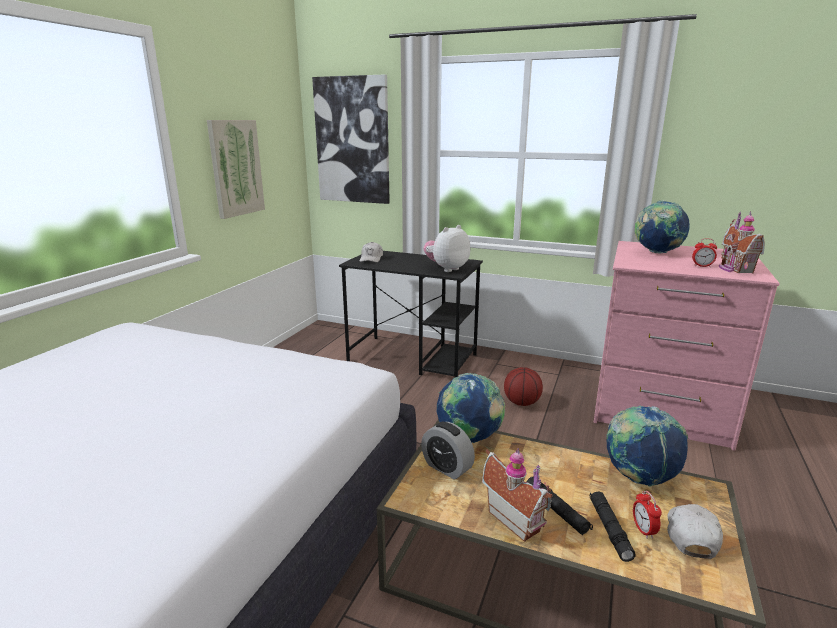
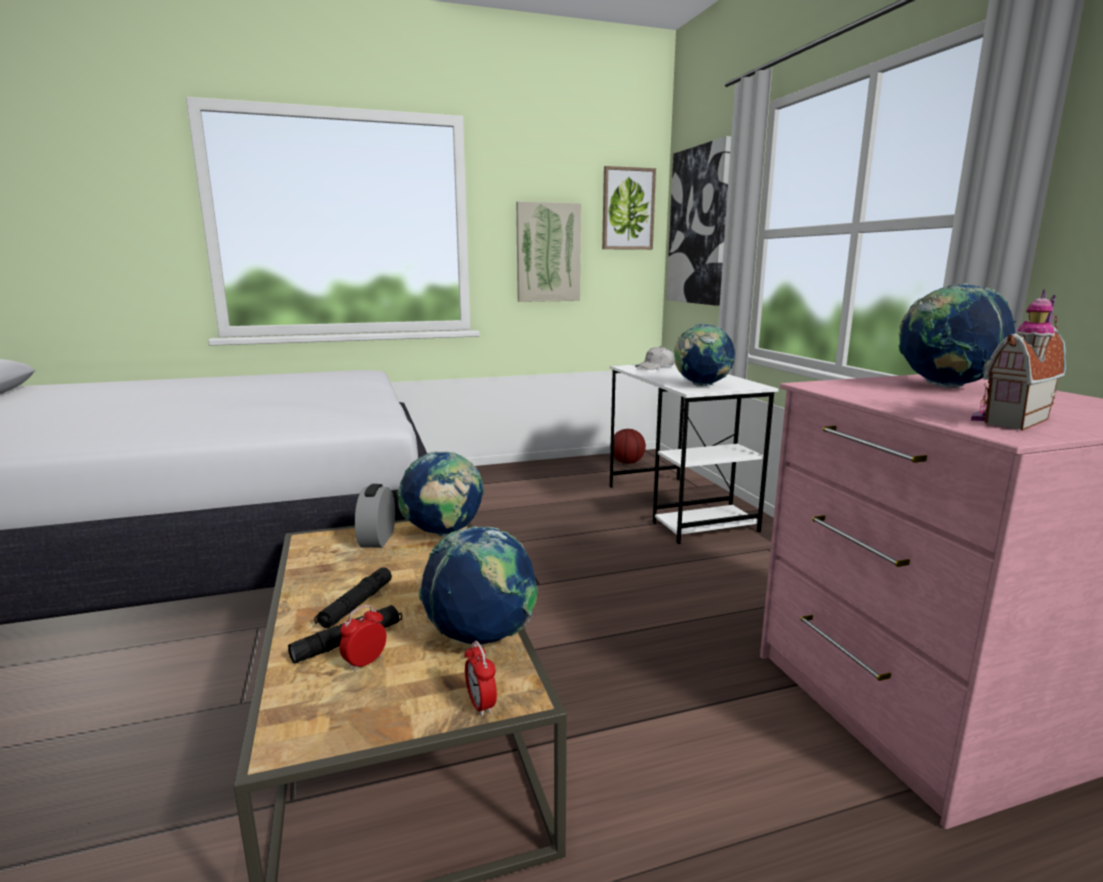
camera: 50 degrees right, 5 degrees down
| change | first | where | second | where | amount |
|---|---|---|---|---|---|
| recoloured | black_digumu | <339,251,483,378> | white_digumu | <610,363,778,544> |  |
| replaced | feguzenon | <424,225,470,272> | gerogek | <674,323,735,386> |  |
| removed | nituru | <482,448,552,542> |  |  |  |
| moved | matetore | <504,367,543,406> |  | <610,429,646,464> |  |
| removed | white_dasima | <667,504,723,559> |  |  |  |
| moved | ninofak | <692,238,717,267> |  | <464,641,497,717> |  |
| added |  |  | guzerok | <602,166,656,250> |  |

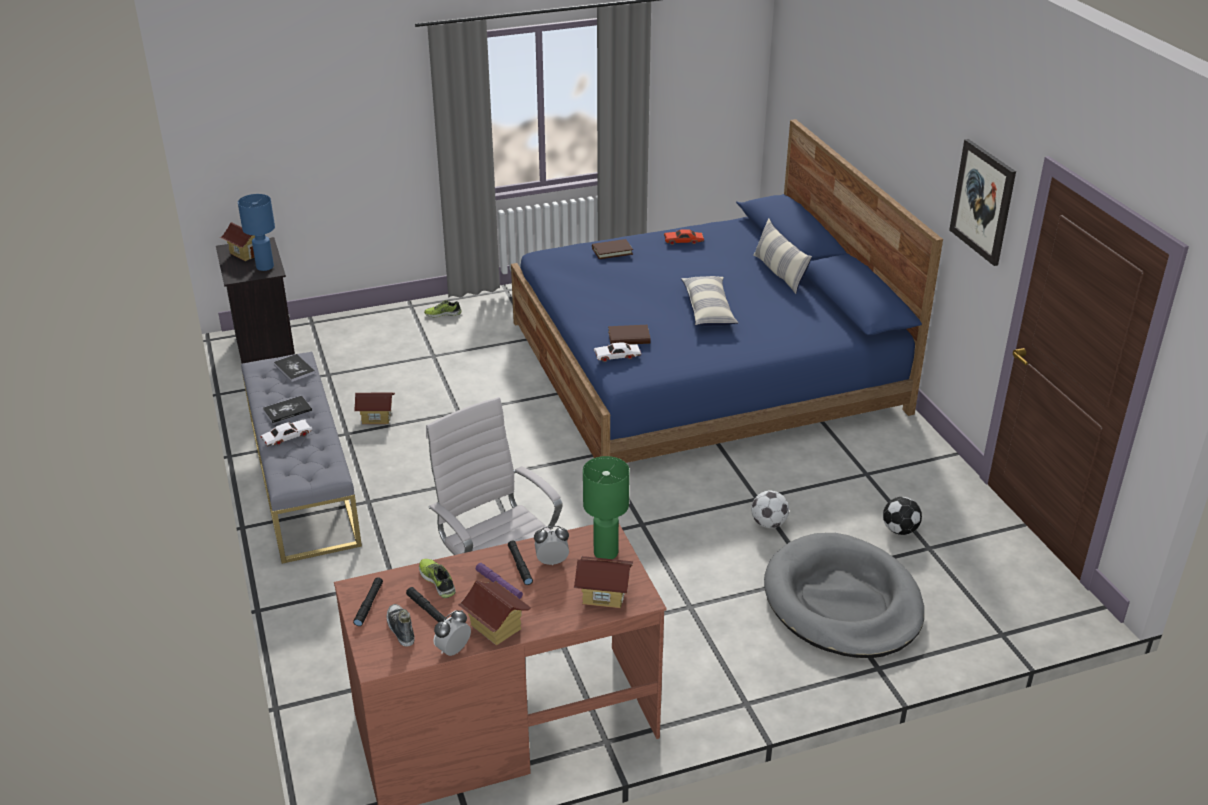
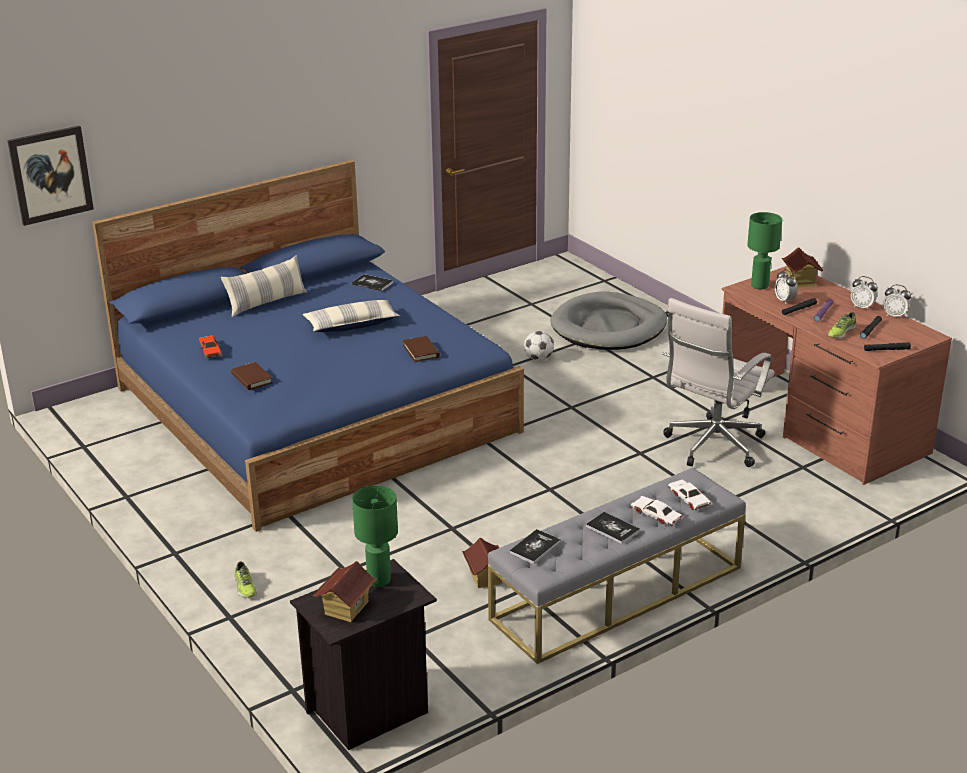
camera: 105 degrees left, 5 degrees down
| change | first | where | second | where | amount |
|---|---|---|---|---|---|
| recoloured | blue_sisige | <238,194,275,271> | green_sisige | <352,485,398,587> |  |
| removed | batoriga | <387,604,415,647> |  |  |  |
| replaced | nituru | <458,580,531,645> | ninofak | <851,276,878,310> |  |
| moved | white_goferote | <594,342,641,362> |  | <668,480,711,510> |  |
| removed | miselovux | <883,497,922,535> |  |  |  |
| moved | guzerok | <949,139,1016,266> |  | <7,126,94,226> |  |
| added |  |  | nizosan | <352,274,393,291> |  |

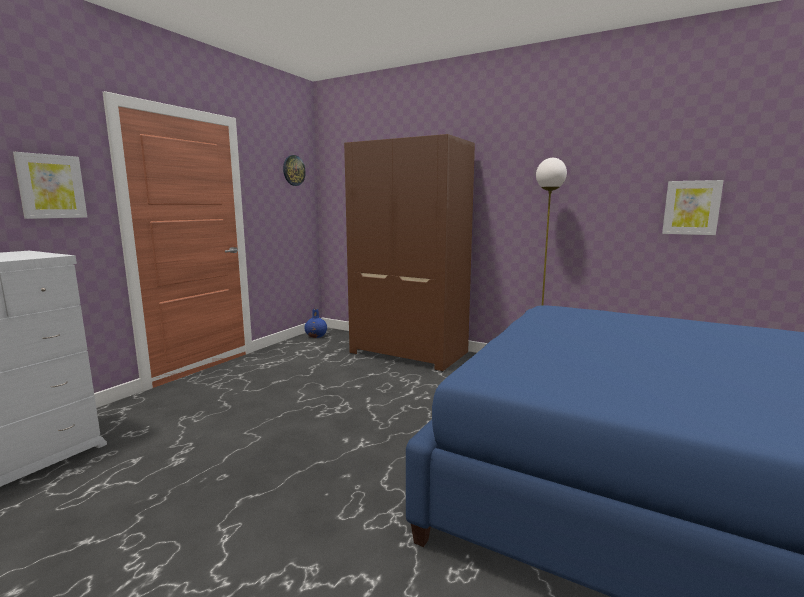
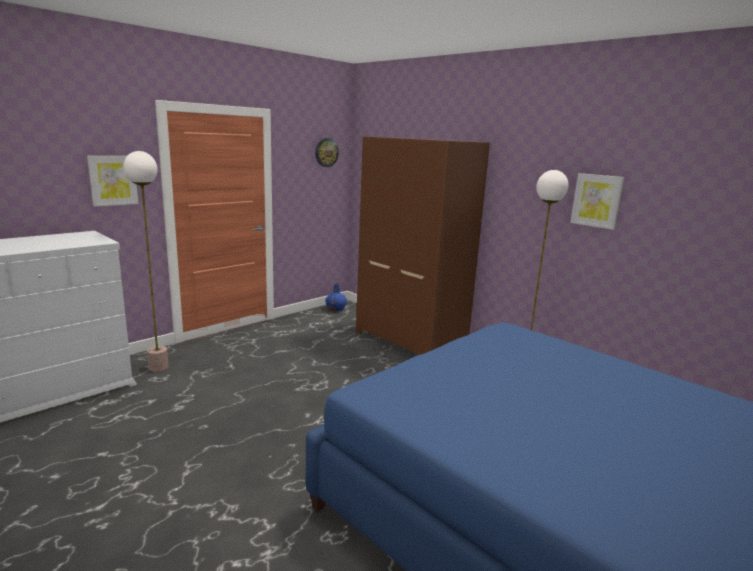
camera: 15 degrees right, 5 degrees up
| change | first | where | second | where | amount |
|---|---|---|---|---|---|
| moved | guzerok | <662,180,724,235> |  | <570,173,624,230> |  |
| added |  |  | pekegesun | <123,151,169,372> |  |

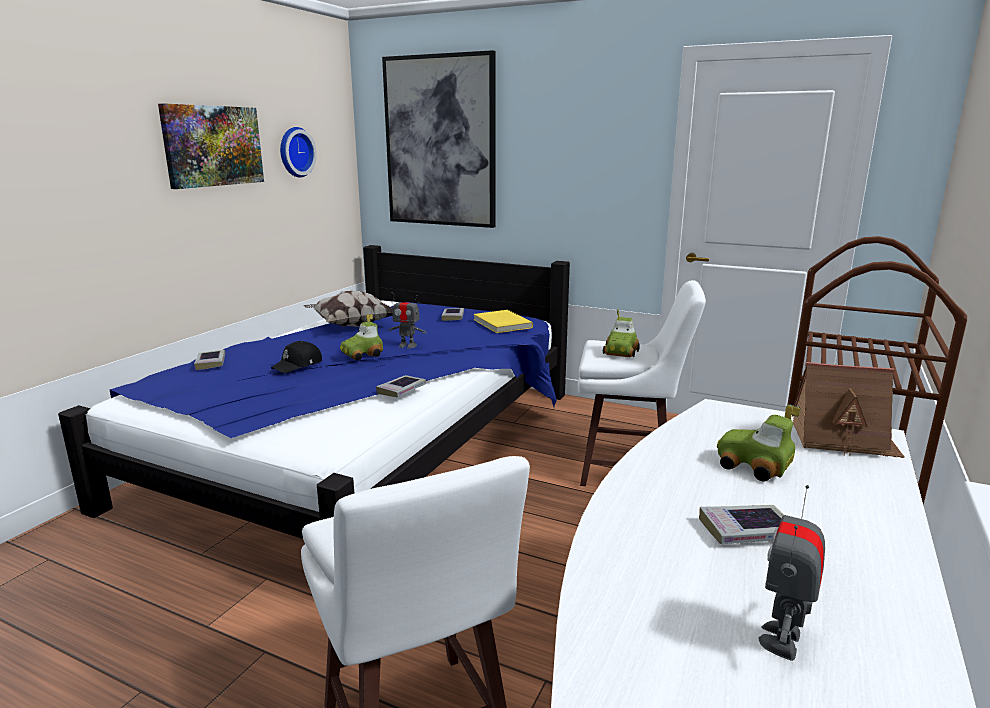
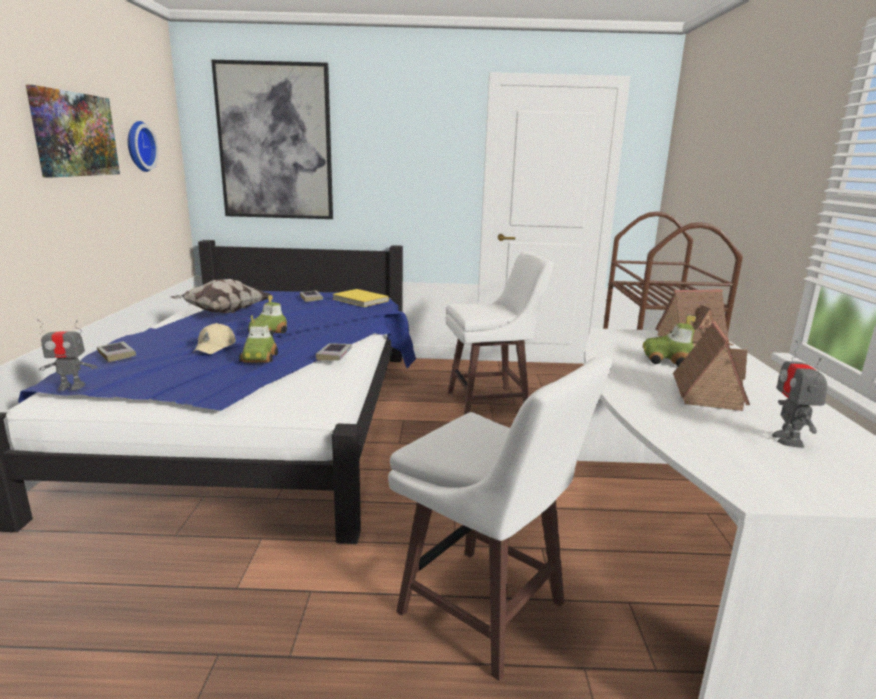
camera: 25 degrees left, 0 degrees up
| change | first | where | second | where | amount |
|---|---|---|---|---|---|
| recoloured | black_dasima | <271,341,322,373> | beige_dasima | <193,323,236,354> |  |
| moved | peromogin | <388,292,426,348> |  | <37,319,97,391> |  |
| moved | goferote | <603,309,640,357> |  | <239,315,278,362> |  |
| replaced | nizosan | <699,505,784,544> | nituru | <673,321,750,411> |  |

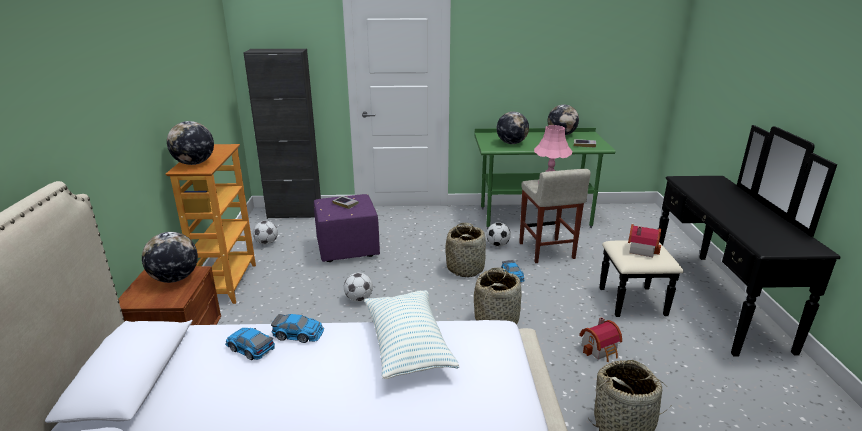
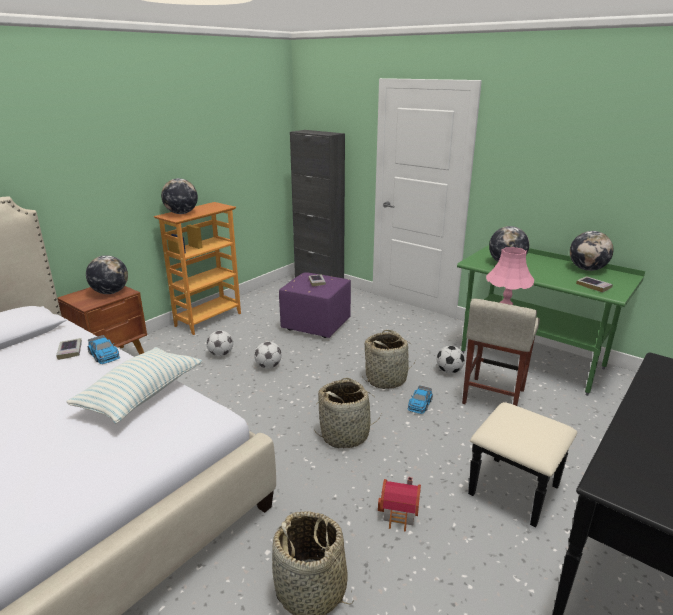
camera: 40 degrees right, 0 degrees up
| change | first | where | second | where | amount |
|---|---|---|---|---|---|
| replaced | goferote | <225,328,275,360> | nizosan | <56,338,82,360> |  |
| moved | miselovux | <253,221,278,245> |  | <206,330,233,357> |  |
| removed | nituru | <628,224,661,257> |  |  |  |

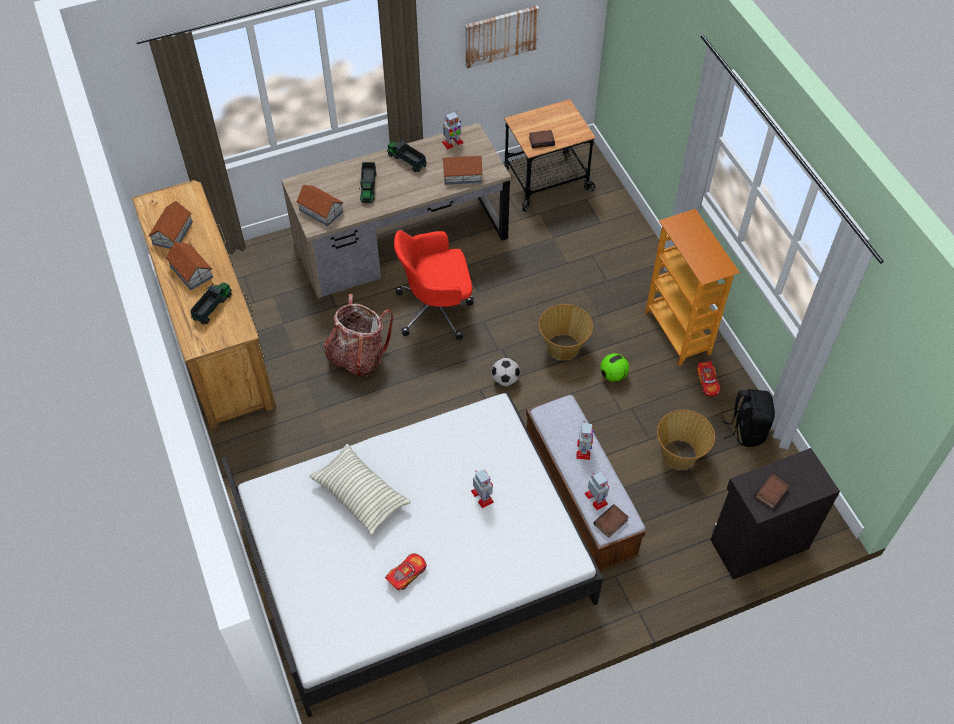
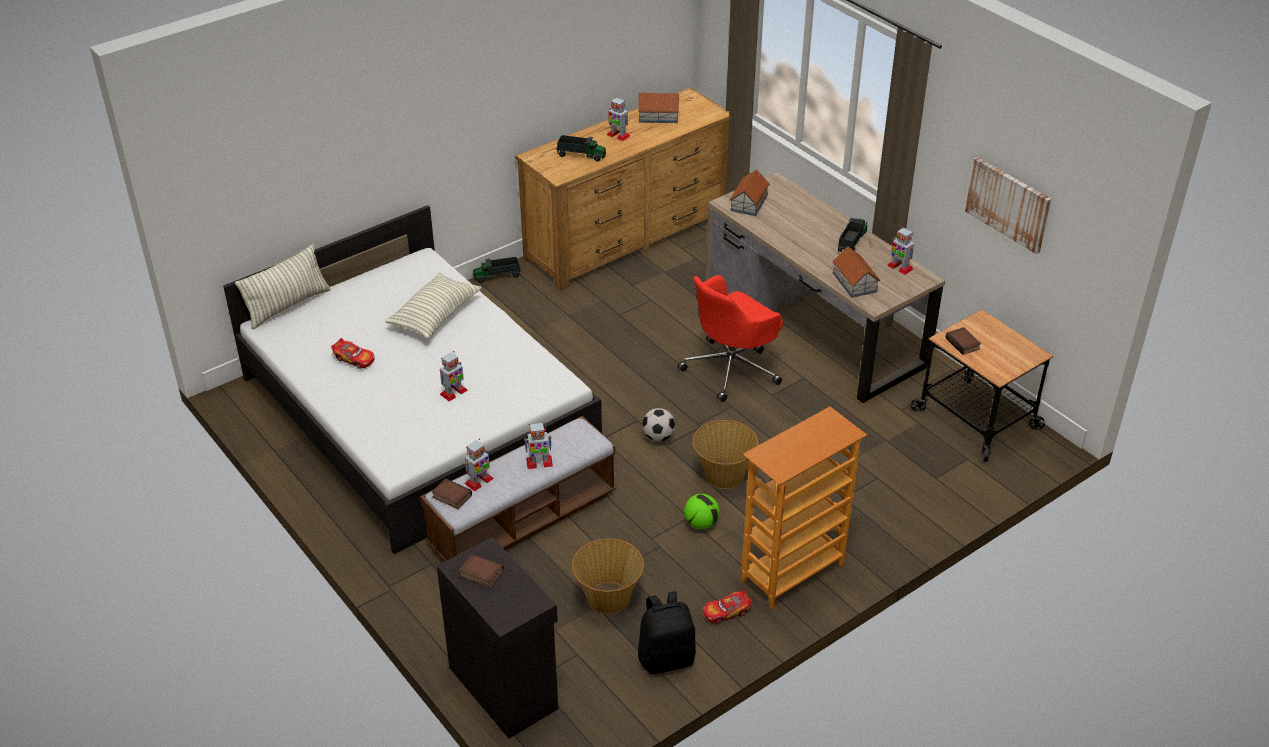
camera: 75 degrees right, 15 degrees down
| change | first | where | second | where | amount |
|---|---|---|---|---|---|
| replaced | nituru | <166,242,213,290> | peromogin | <607,97,630,141> |  |
| removed | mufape | <324,294,393,378> |  |  |  |
| moved | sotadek | <359,162,377,203> |  | <473,257,521,283> |  |
| turned | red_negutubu | <394,230,473,340> |  | <677,275,783,402> | 105 degrees counterclockwise |
| added |  |  | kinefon | <235,244,331,329> |  |

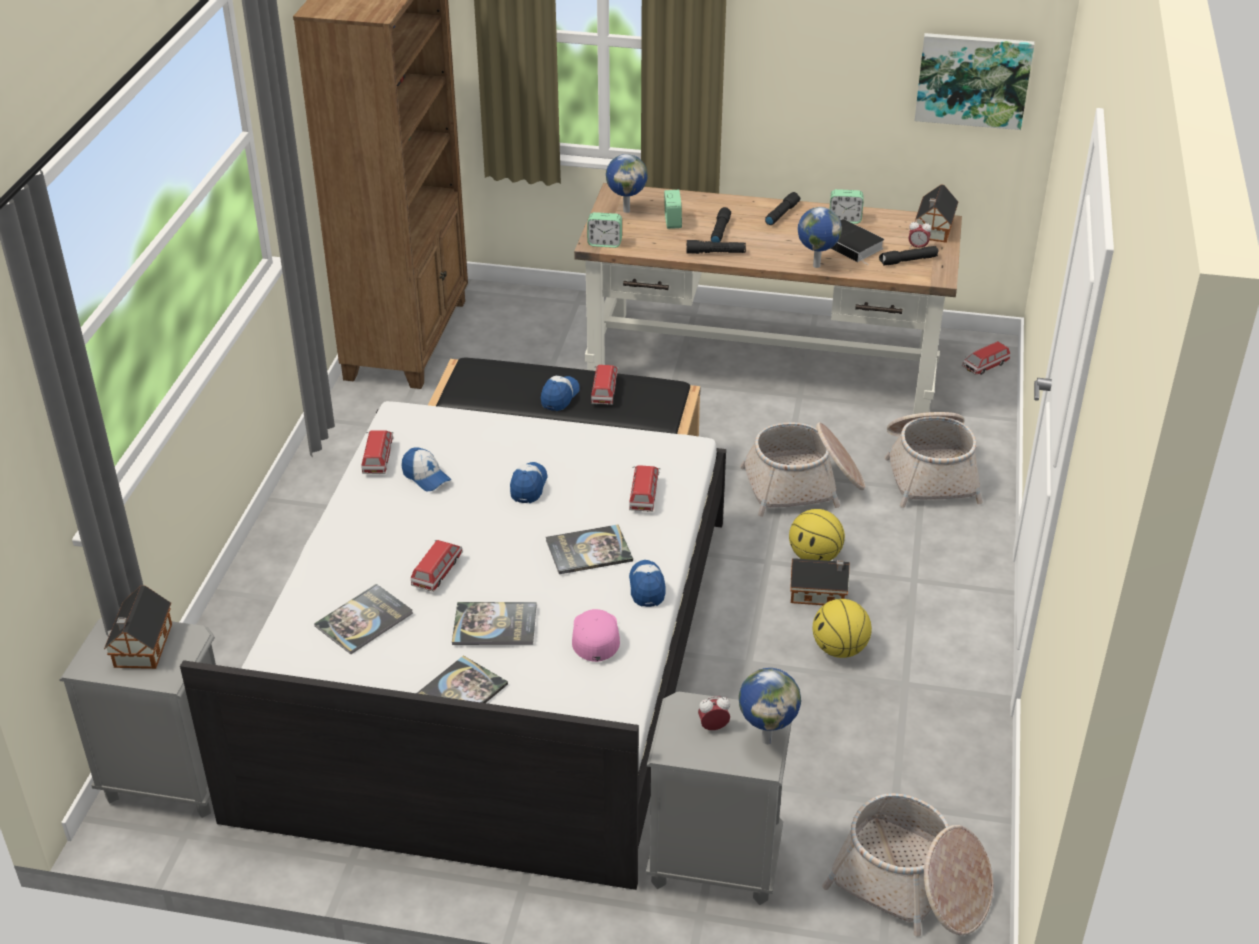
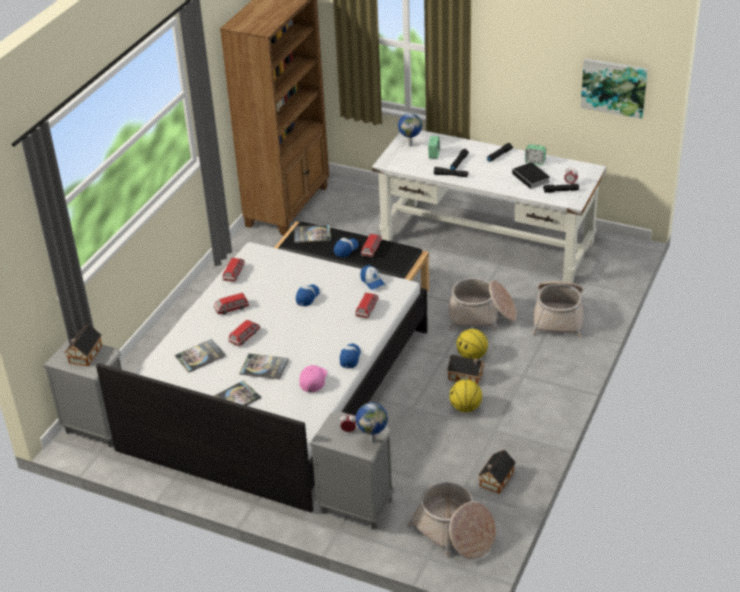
camera: 15 degrees right, 0 degrees up
| change | first | where | second | where | amount |
|---|---|---|---|---|---|
| moved | dasima | <402,447,451,491> |  | <360,265,385,290> |  |
| moved | nizosan | <546,524,633,574> |  | <294,225,331,243> |  |
| recoloured | brown_digumu | <574,183,962,414> | white_digumu | <372,130,606,283> |  |
| removed | ninofak | <587,212,622,248> |  |  |  |
| removed | gerogek | <798,207,842,268> |  |  |  |
| moved | nituru | <915,184,958,243> |  | <478,450,516,494> |  |
| moved | goferote | <962,341,1011,375> |  | <214,292,249,314> |  |

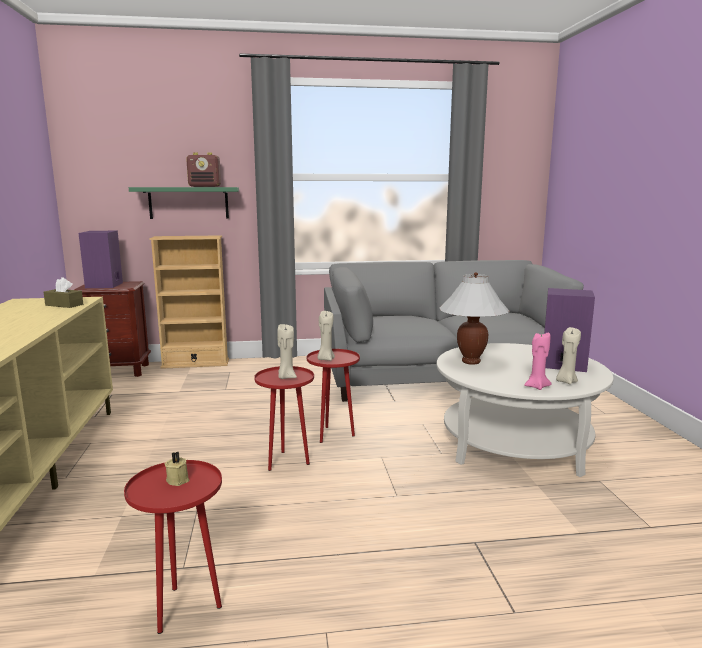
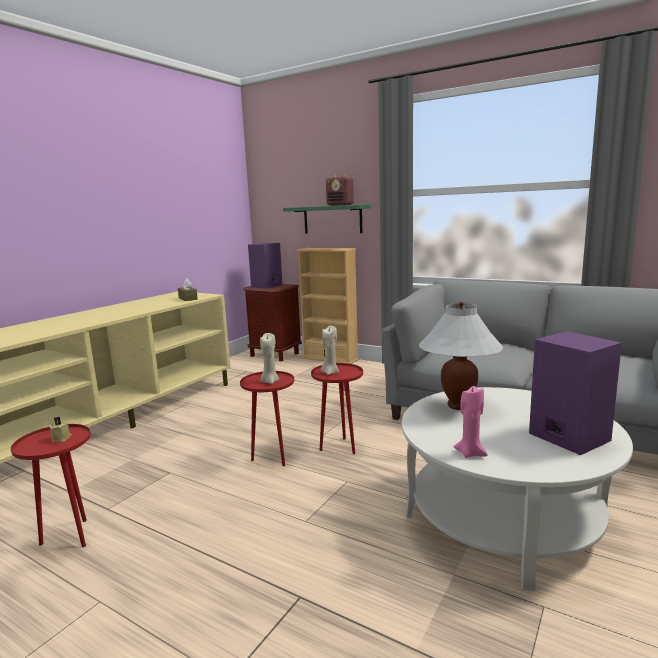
camera: 40 degrees right, 0 degrees up
| change | first | where | second | where | amount |
|---|---|---|---|---|---|
| removed | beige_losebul | <556,327,581,384> |  |  |  |

